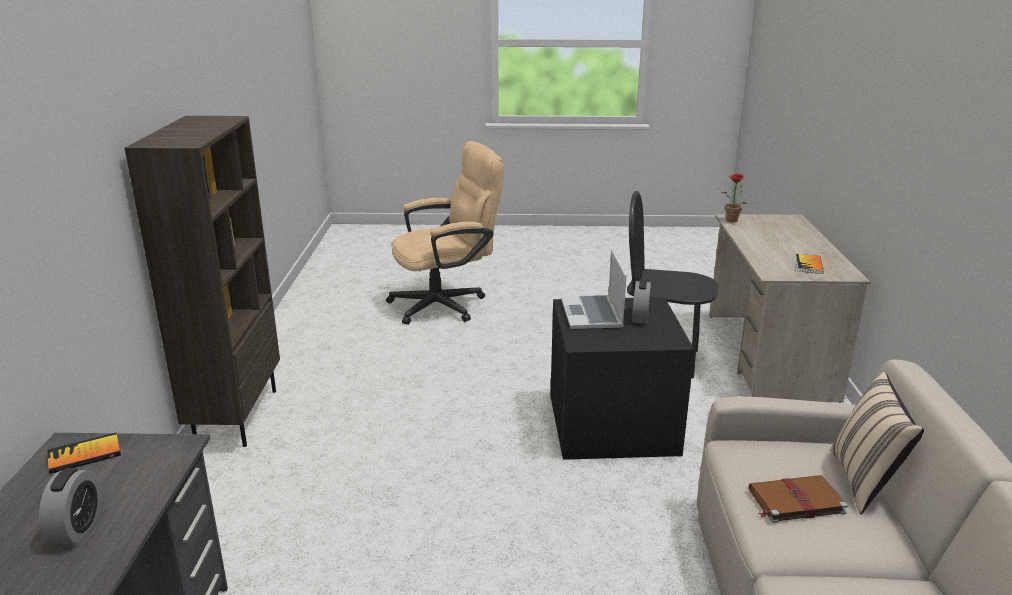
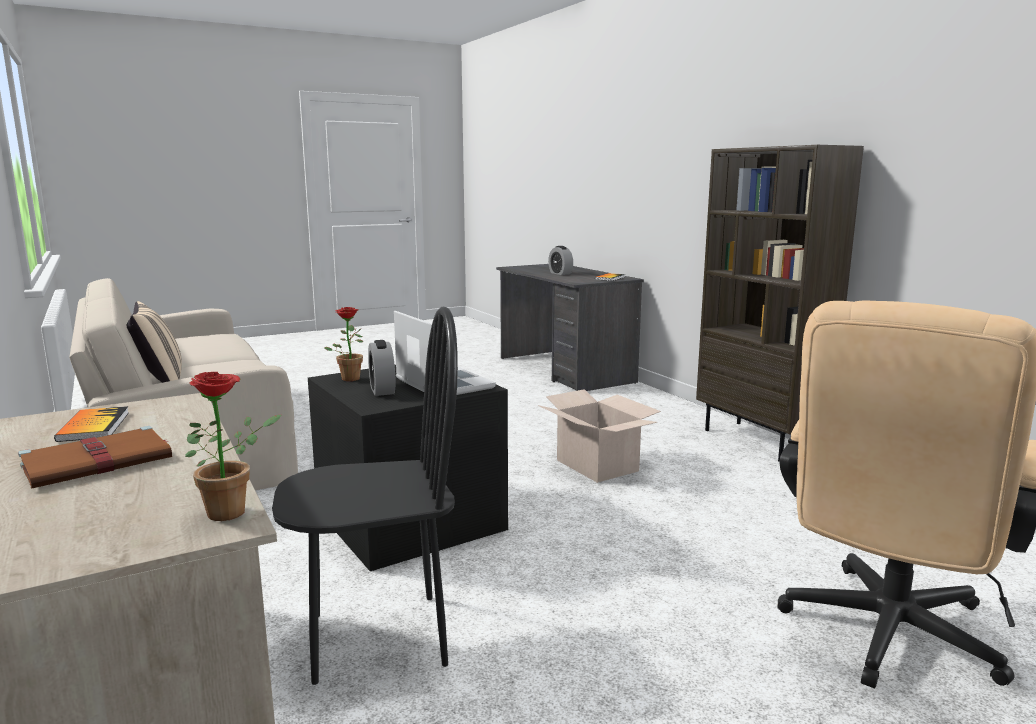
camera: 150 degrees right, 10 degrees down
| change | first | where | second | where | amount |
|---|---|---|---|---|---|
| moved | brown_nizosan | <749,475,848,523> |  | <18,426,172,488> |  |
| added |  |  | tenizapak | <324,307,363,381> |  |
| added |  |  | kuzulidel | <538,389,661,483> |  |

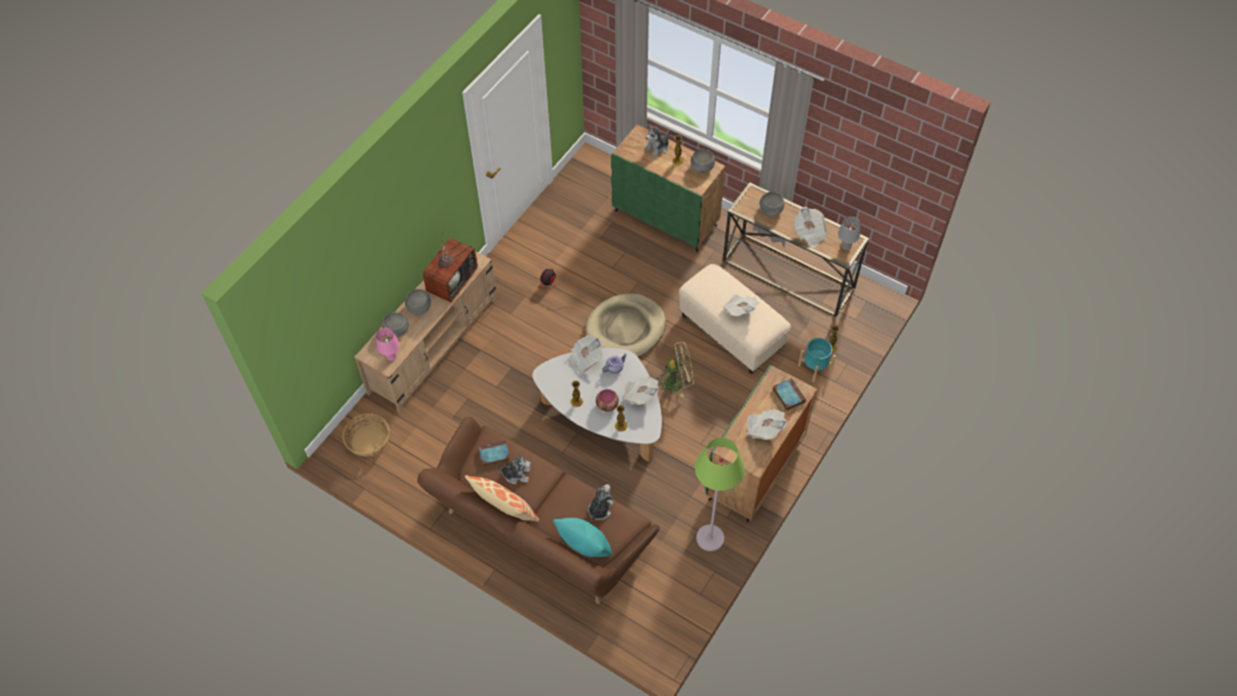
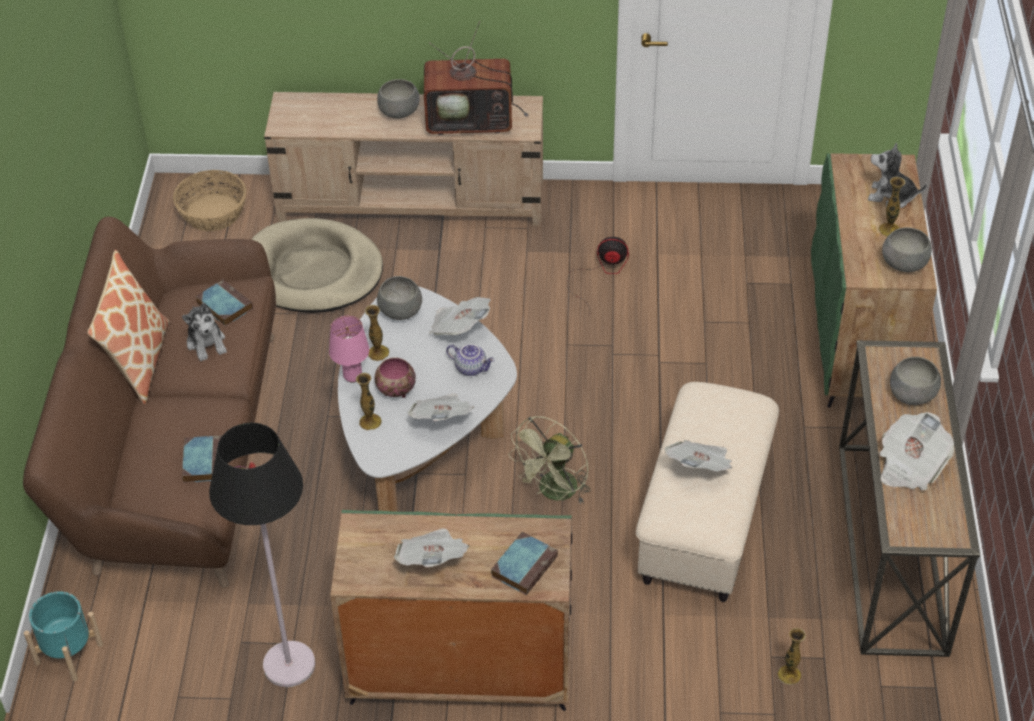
camera: 60 degrees right, 10 degrees down
| change | first | where | second | where | amount |
|---|---|---|---|---|---|
| moved | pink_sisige | <376,328,400,361> |  | <329,316,369,383> |  |
| moved | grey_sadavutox | <382,312,409,337> |  | <377,276,422,320> |  |
| removed | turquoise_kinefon | <553,518,613,557> |  |  |  |
| moved | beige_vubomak | <585,293,666,357> |  | <251,218,383,313> |  |
| replaced | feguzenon | <588,484,613,521> | nizosan | <182,435,222,483> |  |
| turned | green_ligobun | <655,342,694,398> |  | <508,416,591,504> | 75 degrees clockwise |
| recoloured | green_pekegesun | <695,438,745,551> | black_pekegesun | <209,423,315,687> |  |
| moved | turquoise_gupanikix | <798,338,836,382> |  | <24,591,103,681> |  |
| removed | grey_sisige | <838,216,860,251> |  |  |  |

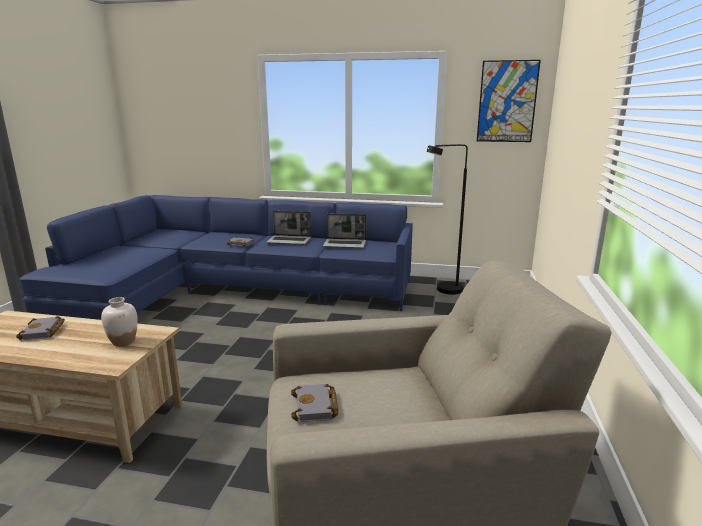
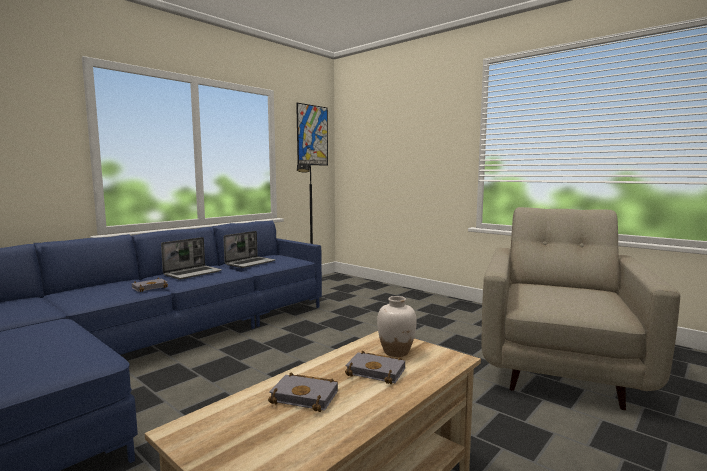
camera: 60 degrees left, 10 degrees down
| change | first | where | second | where | amount |
|---|---|---|---|---|---|
| moved | grey_nizosan | <291,384,338,422> |  | <345,351,405,384> |  |

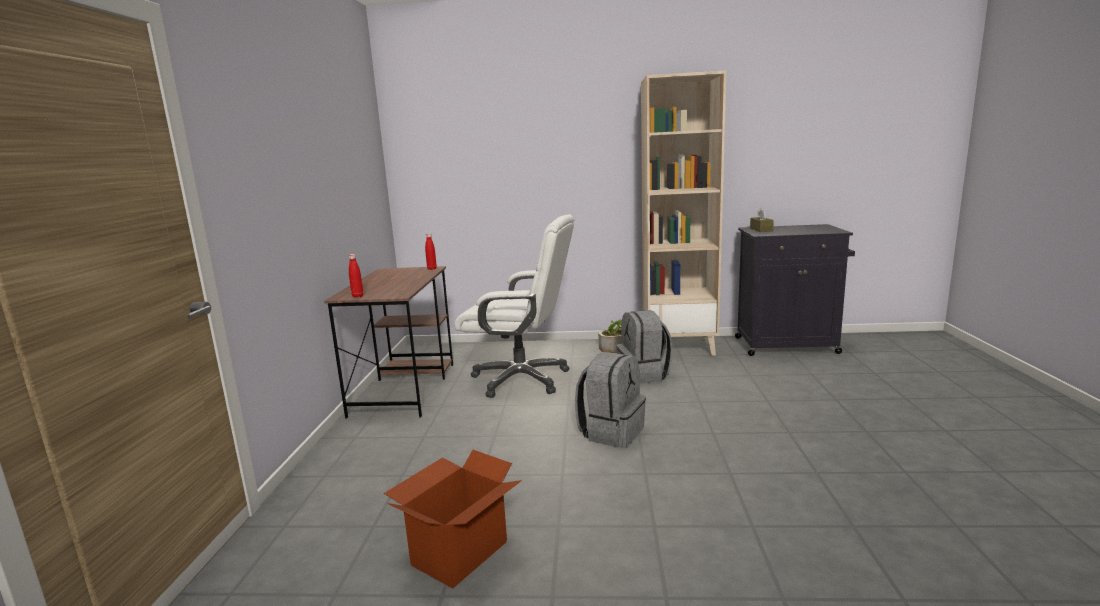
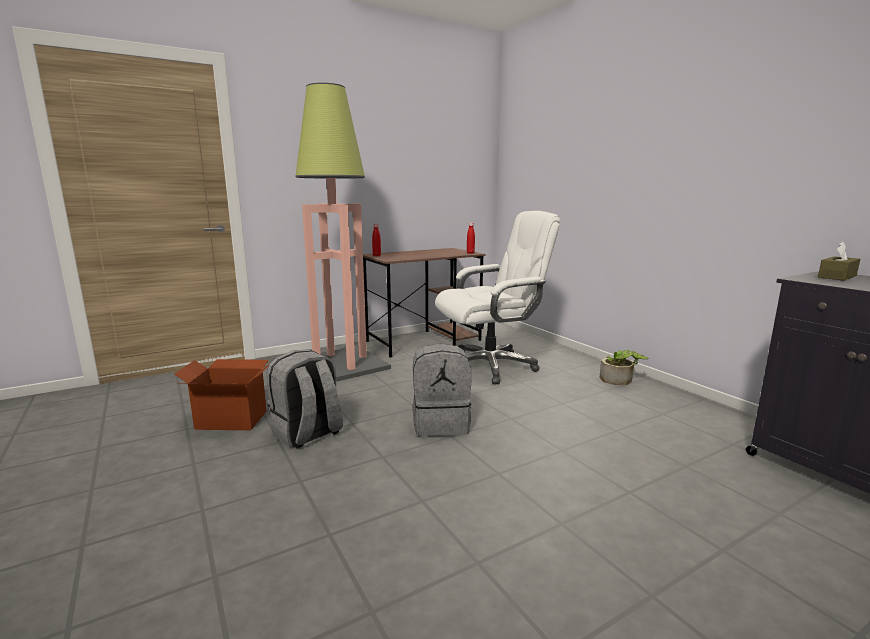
camera: 55 degrees right, 0 degrees up
| change | first | where | second | where | amount |
|---|---|---|---|---|---|
| turned | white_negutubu | <454,214,574,398> |  | <435,211,560,384> | 90 degrees counterclockwise |
| moved | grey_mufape | <617,310,673,384> |  | <266,349,343,449> |  |
| removed | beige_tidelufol | <641,71,726,356> |  |  |  |
| added |  |  | pekegesun | <295,83,391,382> |  |

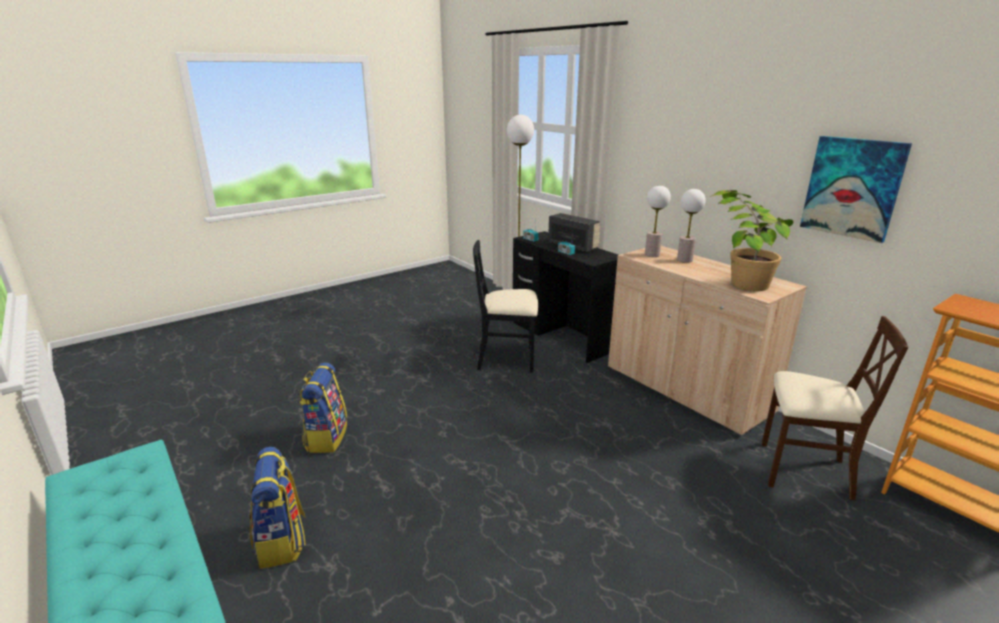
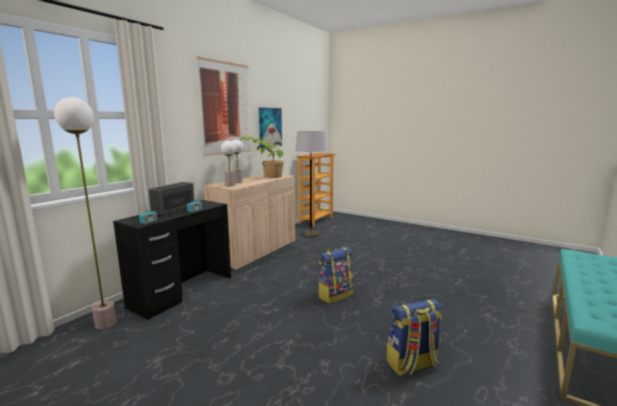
camera: 110 degrees left, 10 degrees down
| change | first | where | second | where | amount |
|---|---|---|---|---|---|
| moved | mufape | <249,447,306,569> |  | <318,247,353,304> |  |
| removed | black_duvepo | <473,240,538,373> |  |  |  |
| replaced | beige_duvepo | <762,316,908,500> | grey_pekegesun | <295,131,326,237> |  |
| added |  |  | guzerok | <196,57,252,156> |  |

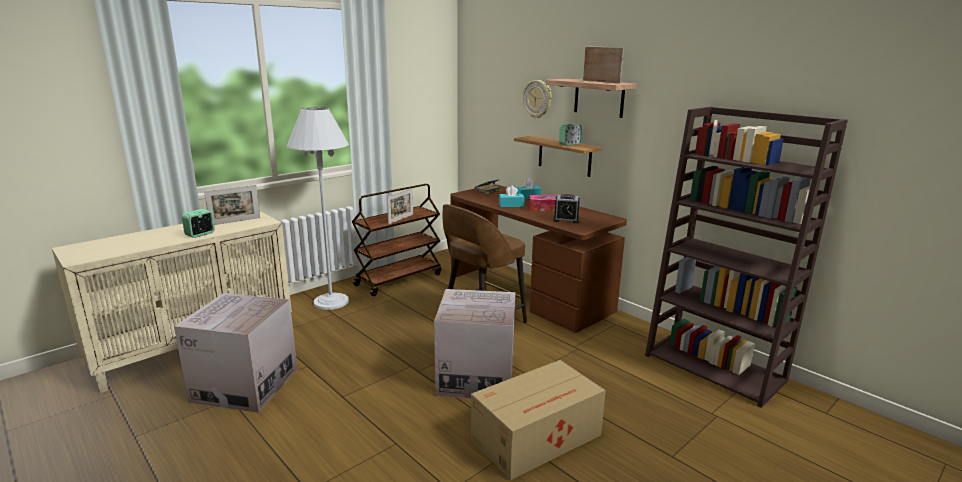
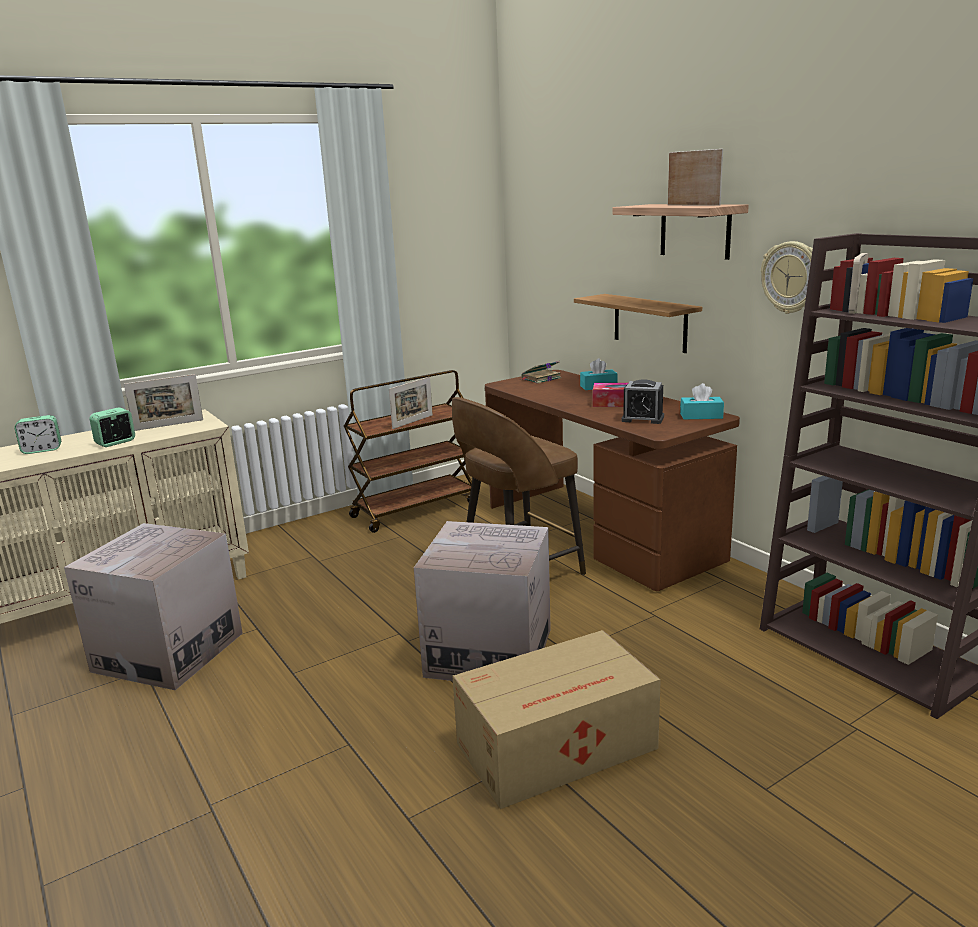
camera: 10 degrees right, 0 degrees up
| change | first | where | second | where | amount |
|---|---|---|---|---|---|
| removed | white_pekegesun | <287,107,349,310> |  |  |  |
| moved | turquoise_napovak | <499,186,524,207> |  | <680,383,724,420> |  |
| moved | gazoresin | <523,80,552,118> |  | <761,241,813,314> |  |
| moved | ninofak | <559,124,582,146> |  | <14,415,61,454> |  |

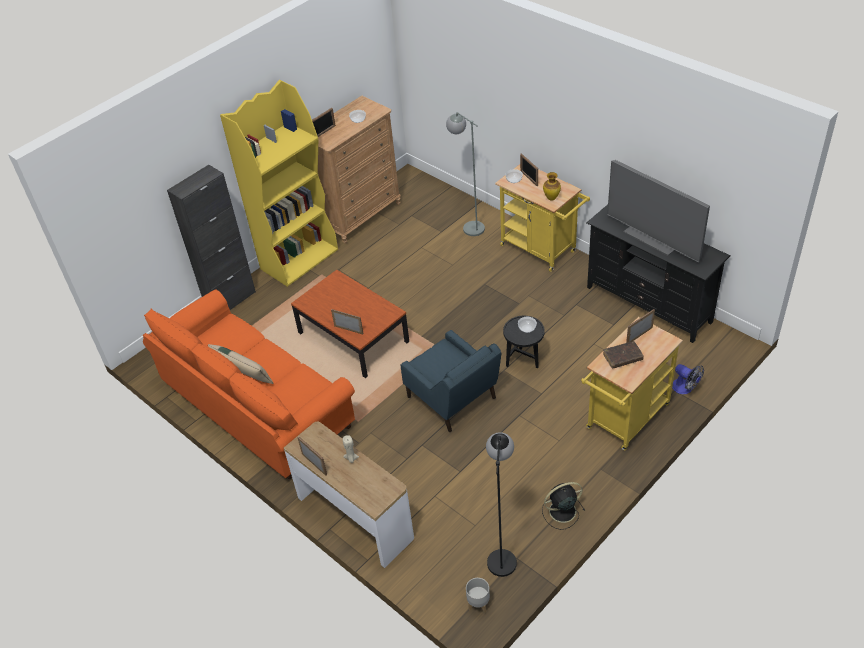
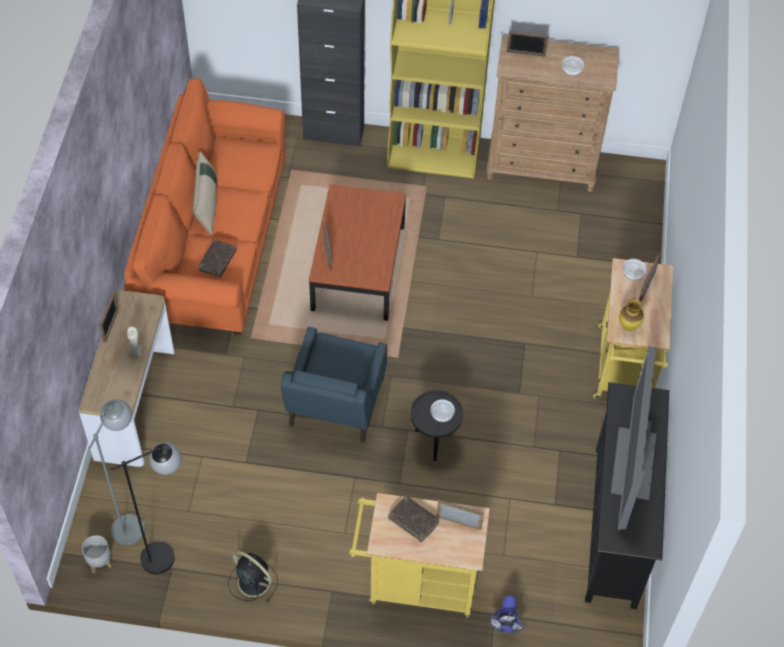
camera: 50 degrees right, 10 degrees up
| change | first | where | second | where | amount |
|---|---|---|---|---|---|
| moved | grey_pekegesun | <446,112,485,236> |  | <89,399,145,545> |  |
| added |  |  | brown_nizosan | <198,240,237,277> |  |

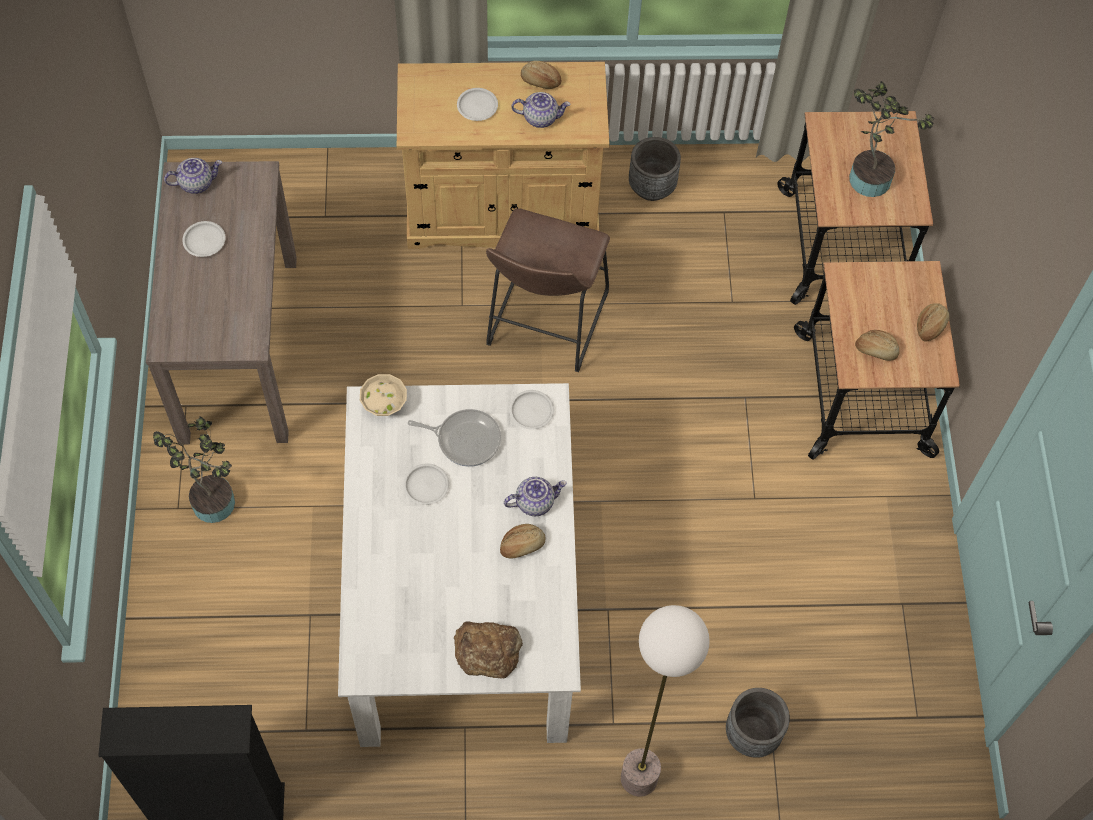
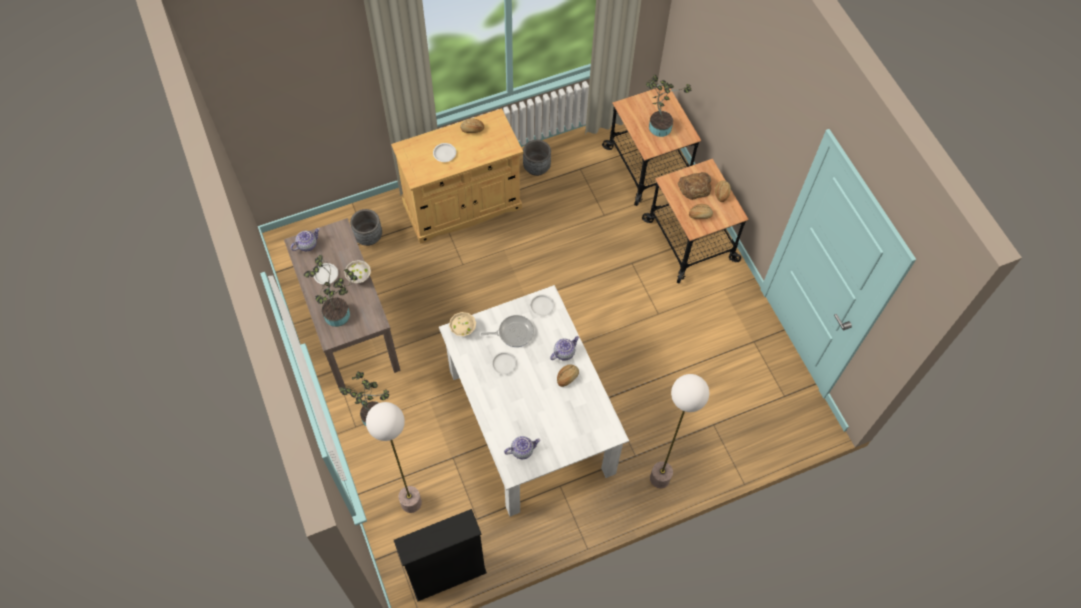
camera: 20 degrees left, 0 degrees up
| change | first | where | second | where | amount |
|---|---|---|---|---|---|
| moved | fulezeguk | <454,621,523,678> |  | <678,172,711,200> |  |
| removed | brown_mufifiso | <486,208,610,372> |  |  |  |
| moved | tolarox | <512,92,570,128> |  | <504,436,541,459> |  |
| moved | grey_gupanikix | <726,688,790,758> |  | <350,209,382,246> |  |
| added |  |  | tenizapak | <304,255,358,327> |  |
| added |  |  | white_sadavutox | <344,260,371,284> |  |
| added |  |  | pekegesun | <366,402,422,513> |  |

